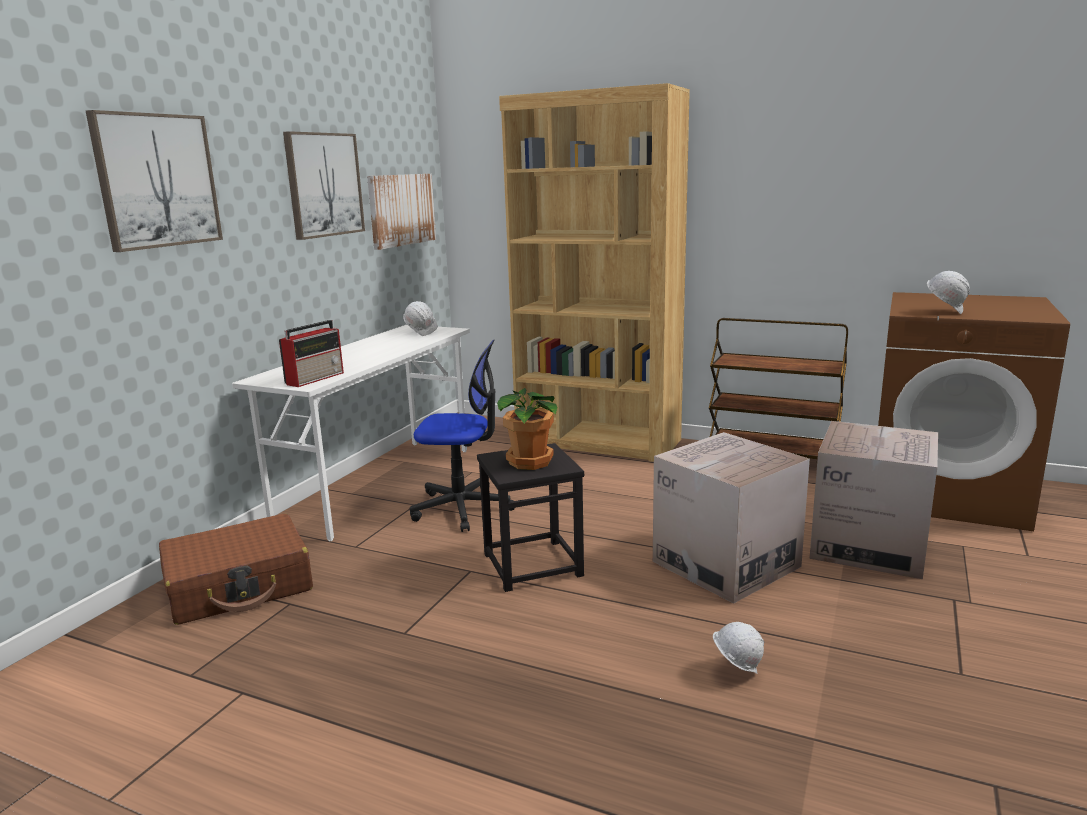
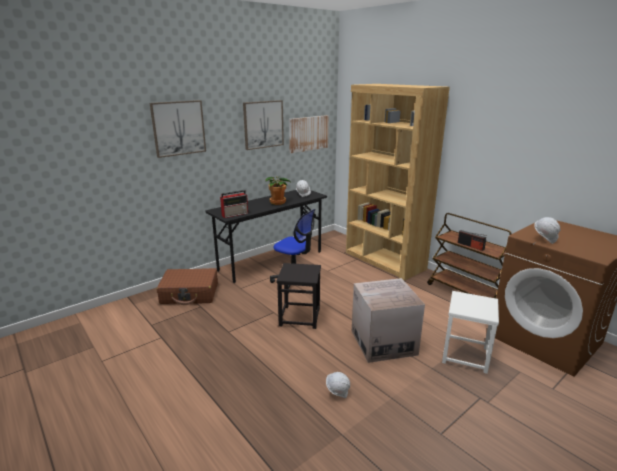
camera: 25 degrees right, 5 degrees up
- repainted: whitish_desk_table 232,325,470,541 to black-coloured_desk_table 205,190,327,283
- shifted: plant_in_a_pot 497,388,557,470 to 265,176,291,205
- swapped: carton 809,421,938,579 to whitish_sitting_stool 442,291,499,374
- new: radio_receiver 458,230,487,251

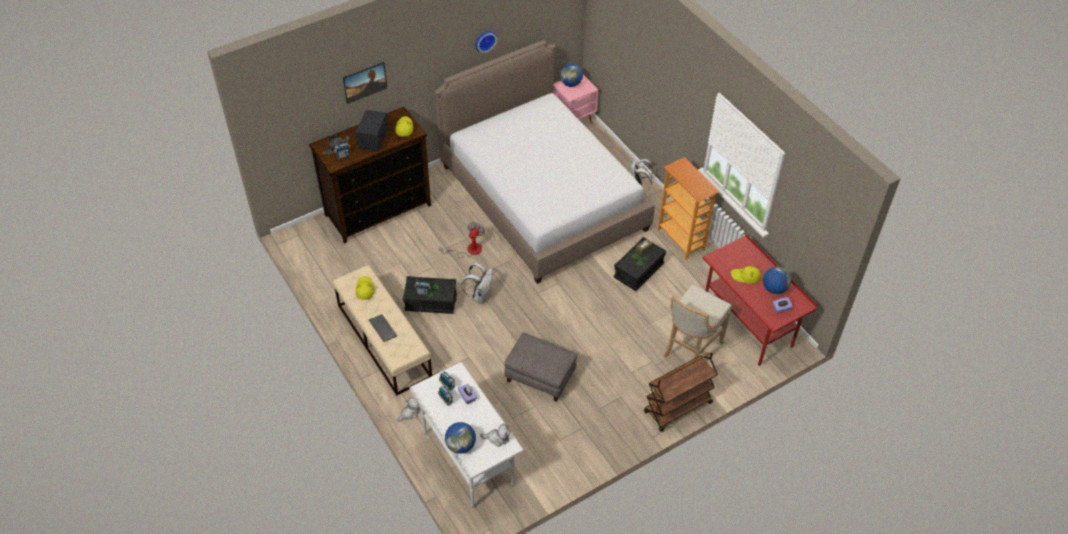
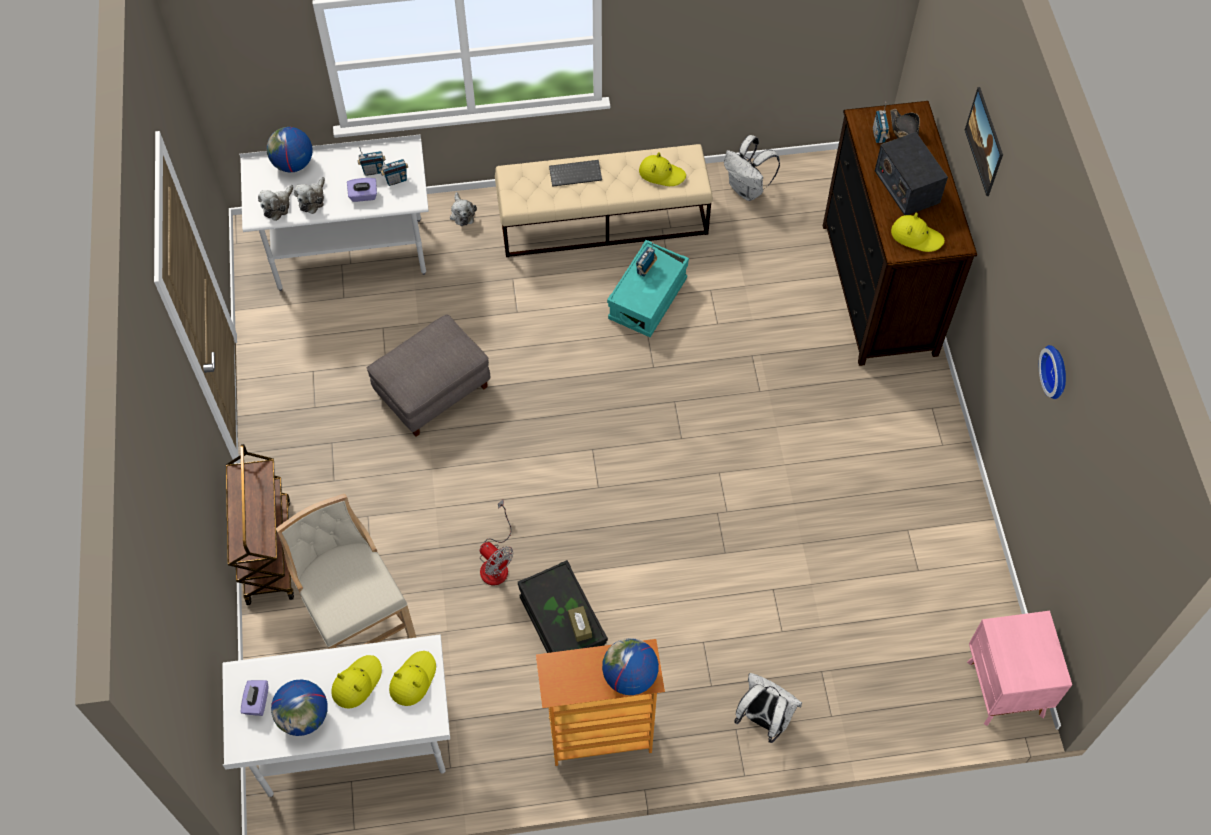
camera: 115 degrees right, 10 degrees up
- repainted: red_desk_table 703,233,818,366 to whitish_desk_table 222,634,450,797
- new: soft_toy 294,177,325,214
- new: yellow_clothing_hat 389,651,436,706
- shifted: fan 439,222,485,258 to 480,500,513,585
- shifted: globe 560,64,583,87 to 602,638,659,695
- repainted: black-coloured_storage_bin 403,276,457,314 to blue-green_storage_bin 607,240,689,337
- shifted: whitish_knapsack 461,263,493,304 to 724,135,780,201
- rotated: radio_receiver 356,109,389,152 = 875,132,948,215 150 degrees counterclockwise
- gone: bedroom_bed 435,40,655,284

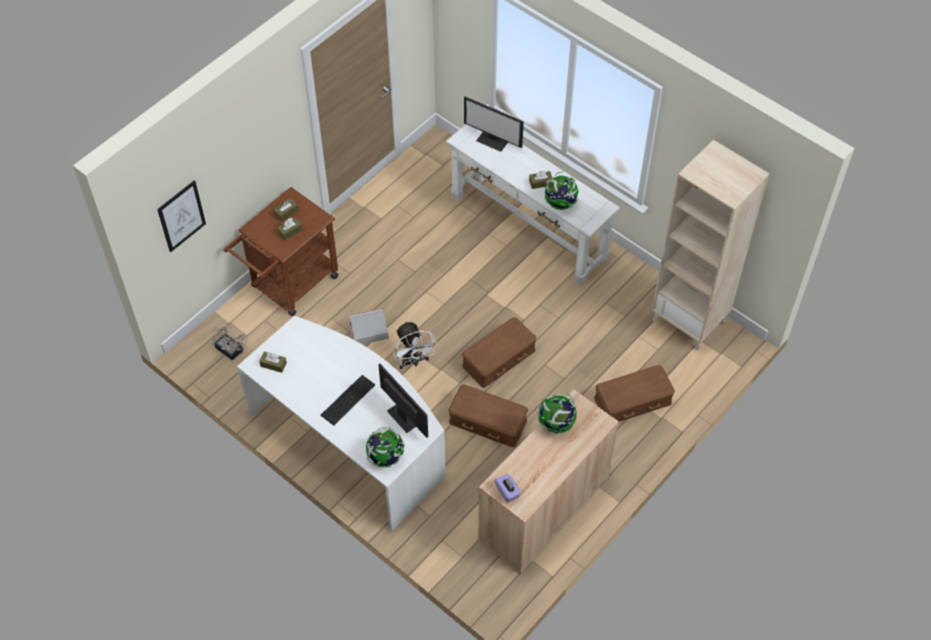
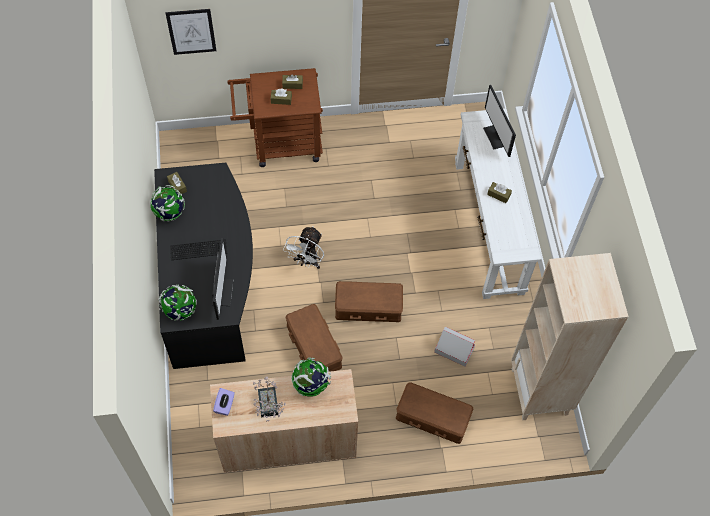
camera: 40 degrees right, 5 degrees up
- shifted: globe 544,171,579,210 to 150,185,185,221
- repainted: whitish_desk_table 237,316,445,531 to black-coloured_desk_table 154,163,253,369
- shifted: plant_in_a_pot 208,326,248,361 to 253,376,286,421
- shifted: carton 349,309,389,344 to 434,327,475,366

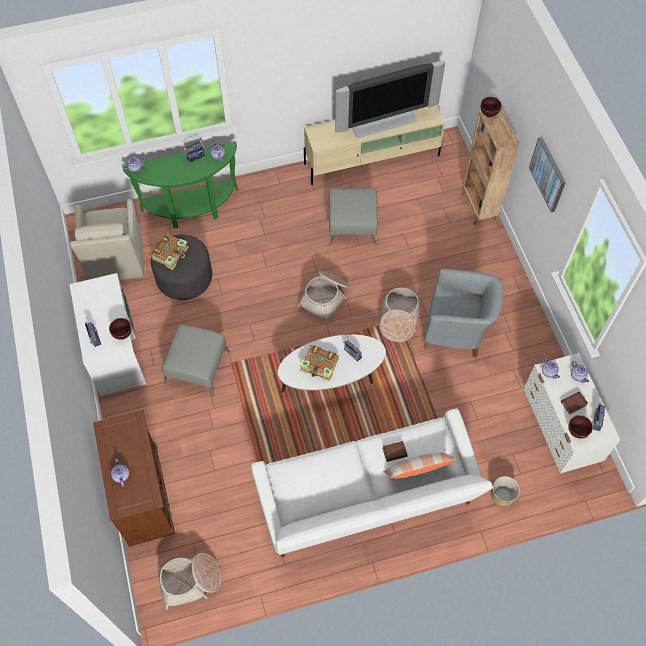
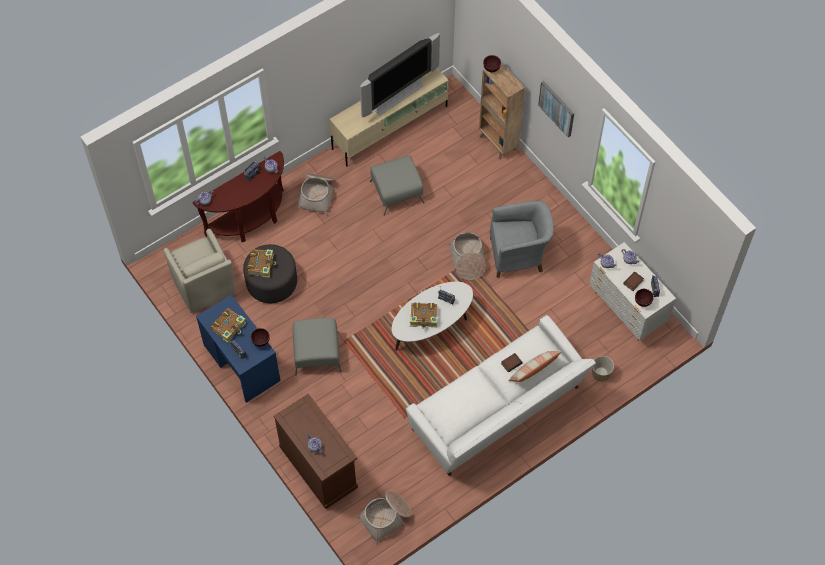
camera: 20 degrees left, 0 degrees up
- repainted: green-coloured_narrow_table 123,141,238,228 to brownish_narrow_table 192,151,284,242
- repainted: whitish_desk_table 69,273,146,396 to blue-coloured_desk_table 196,295,280,403
- new: volume 211,308,246,343
- shifted: basket 297,271,350,324 to 297,173,335,215

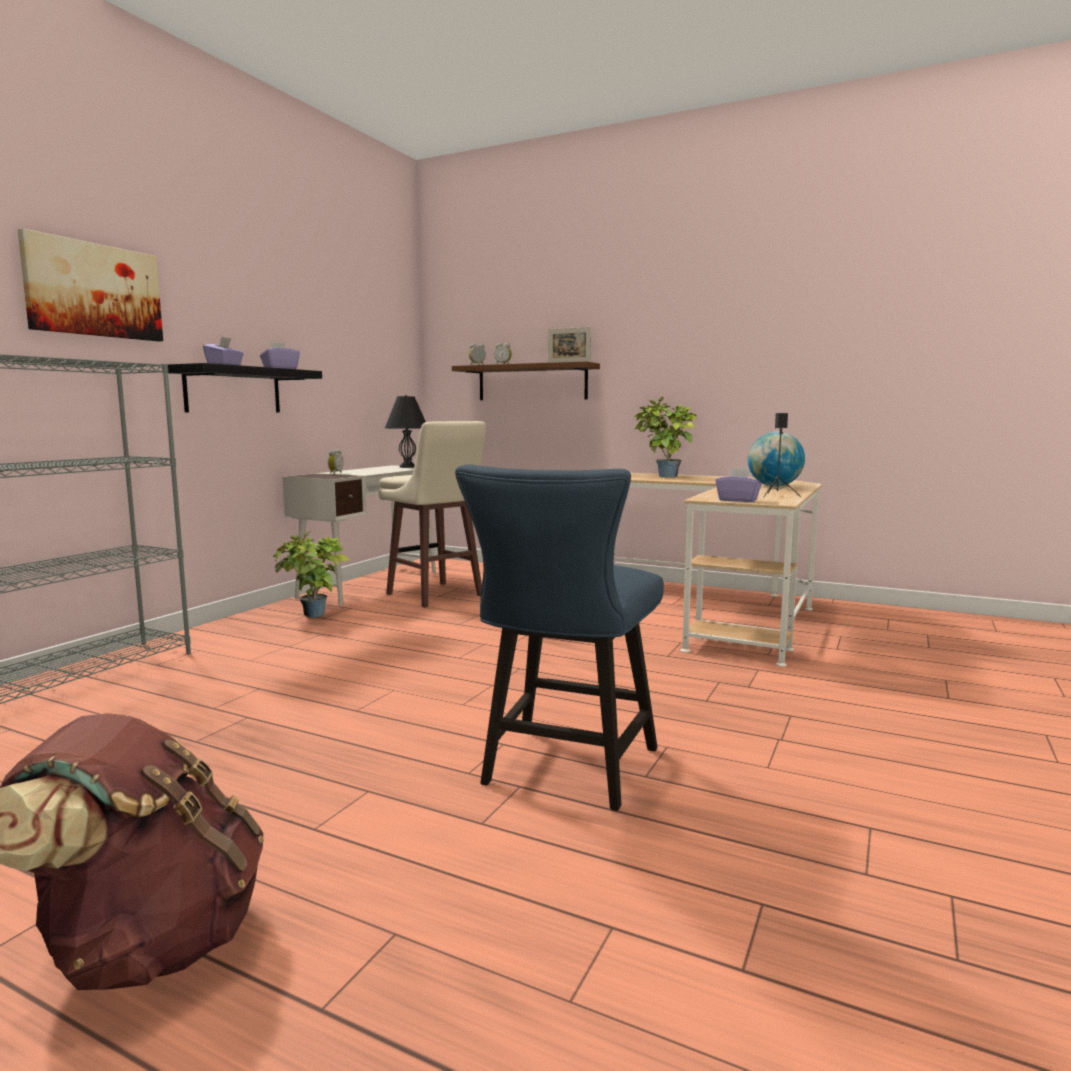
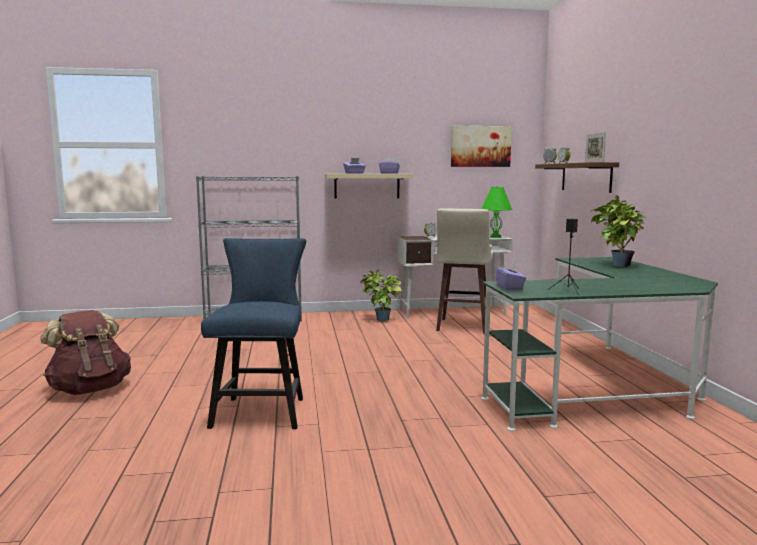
camera: 55 degrees right, 0 degrees up
- rotated: blue-coloured_chair 455,464,664,811 = 201,238,306,429 105 degrees clockwise
- repainted: black-coloured_wall_shelf 168,363,322,413 to sand-coloured_wall_shelf 325,174,414,199
- shifted: picture 17,228,163,341 to 451,126,512,167
- repainted: black-coloured_tabletop_lamp 385,395,426,468 to green-coloured_tabletop_lamp 481,186,512,238
- repainted: sand-coloured_desk_table 613,473,822,667 to green-coloured_desk_table 481,257,718,431
- gone: globe 748,432,805,487

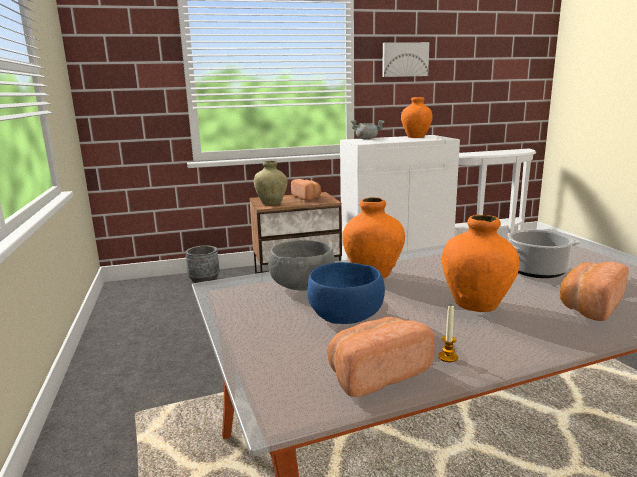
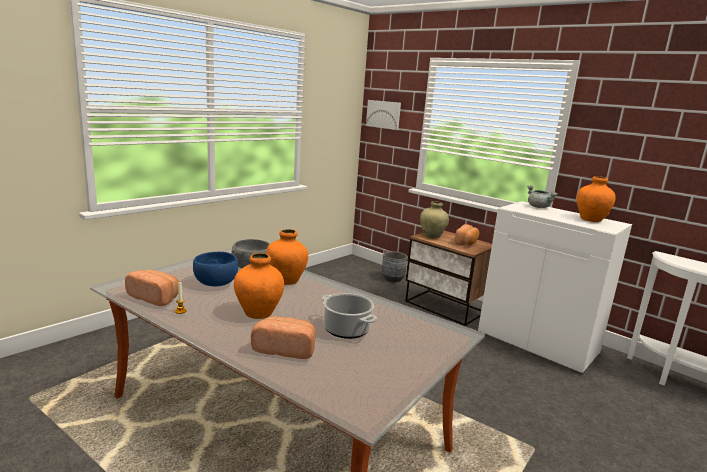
camera: 55 degrees right, 0 degrees up
- shifted: picture 382,42,429,77 to 366,100,401,130

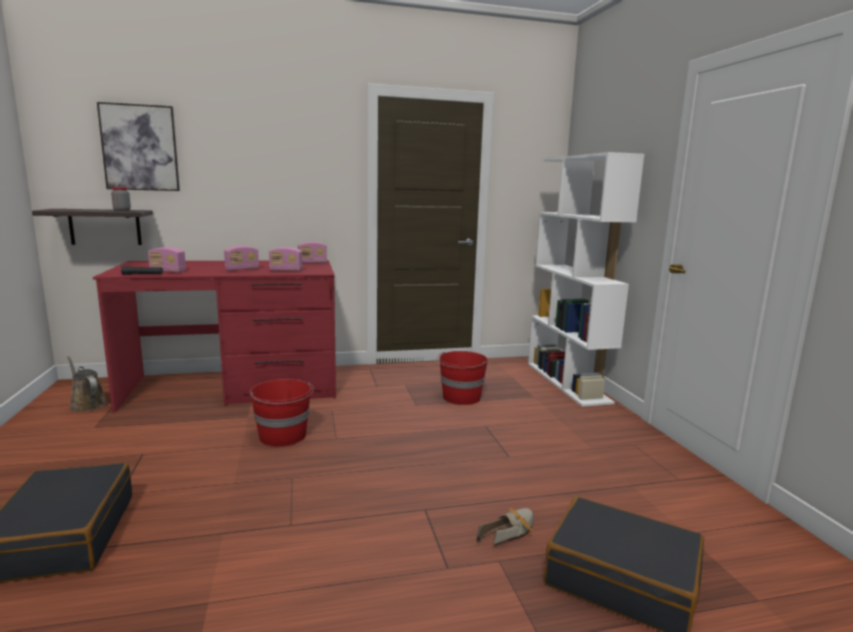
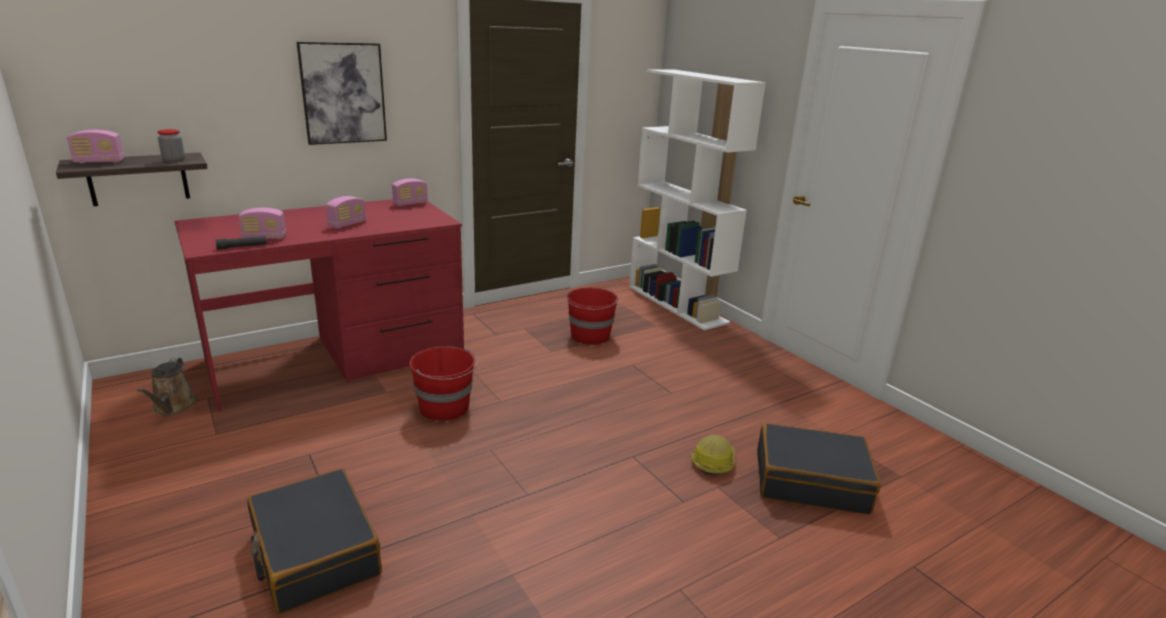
camera: 20 degrees left, 10 degrees up
- shifted: radio_receiver 269,247,302,271 to 67,130,124,163
- rotated: brownish_watering_can 67,356,107,412 = 137,358,197,415 120 degrees counterclockwise
- shifted: picture 97,102,180,191 to 296,42,387,145
- swapped: low_shoe 476,508,534,546 to safety_helmet 691,435,735,475

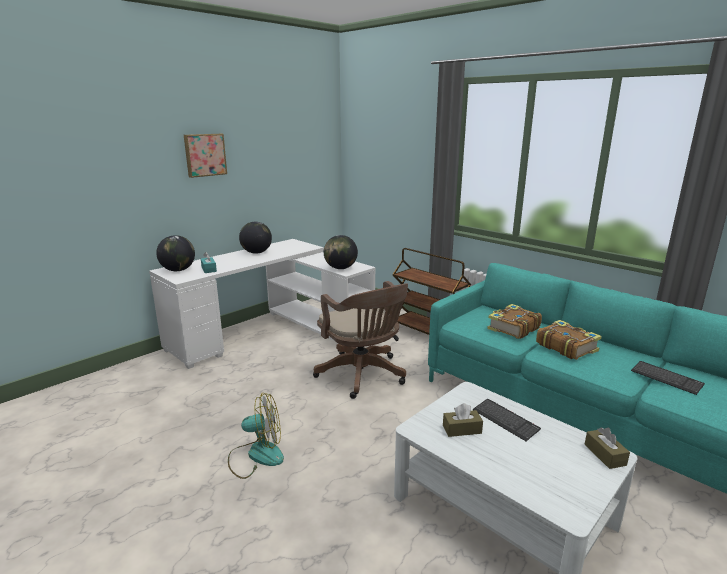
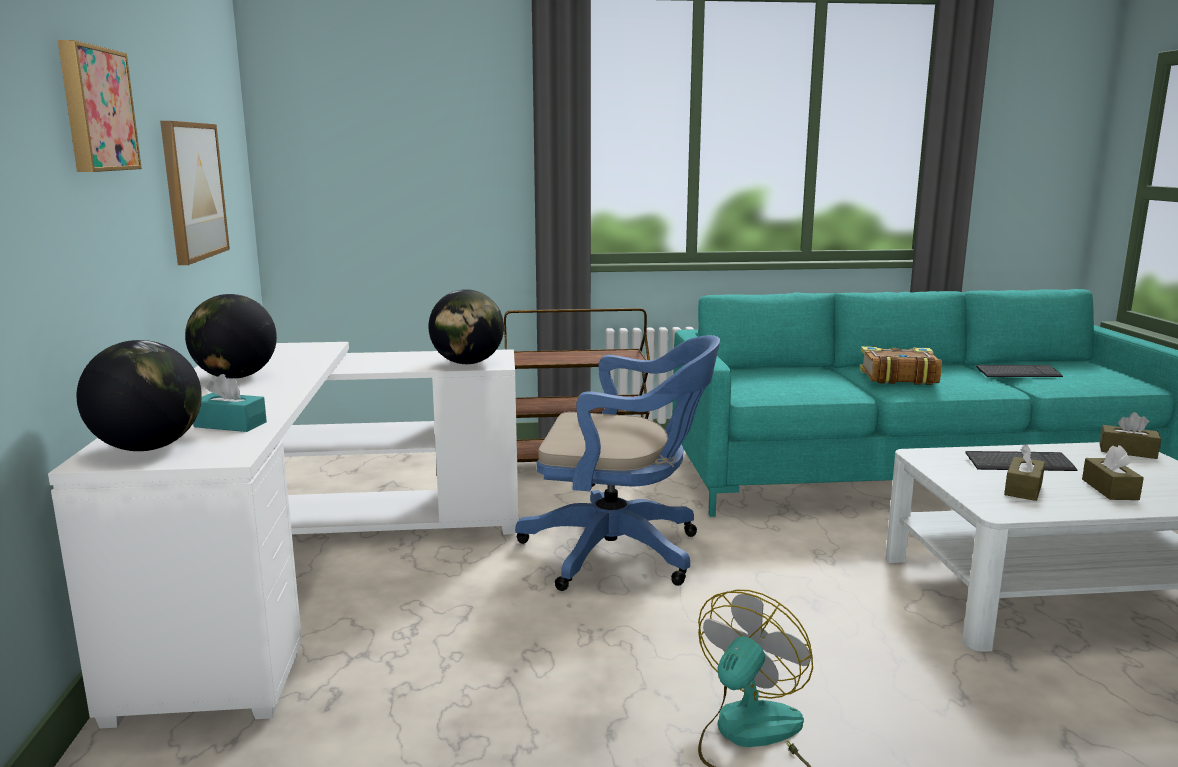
camera: 50 degrees left, 5 degrees down
- new: picture 160,121,230,265
- repainted: brownish_desk_chair 313,281,408,399 to blue-coloured_desk_chair 515,335,720,591
- new: brownish_box_of_tissues 1082,445,1144,500
- gone: volume 487,304,542,339

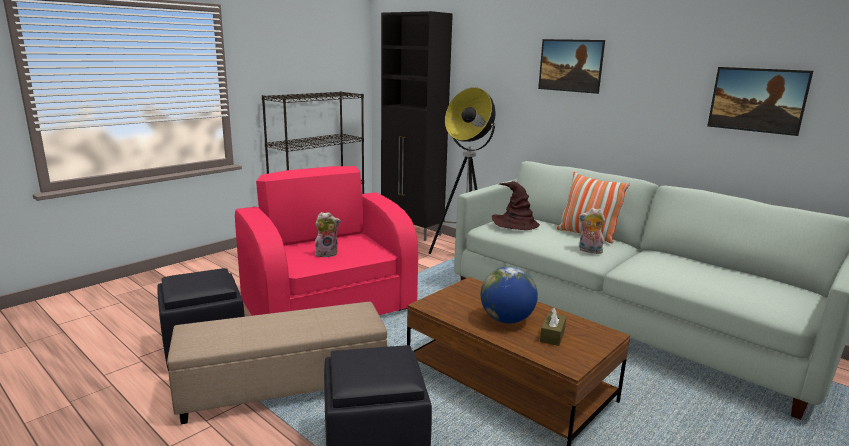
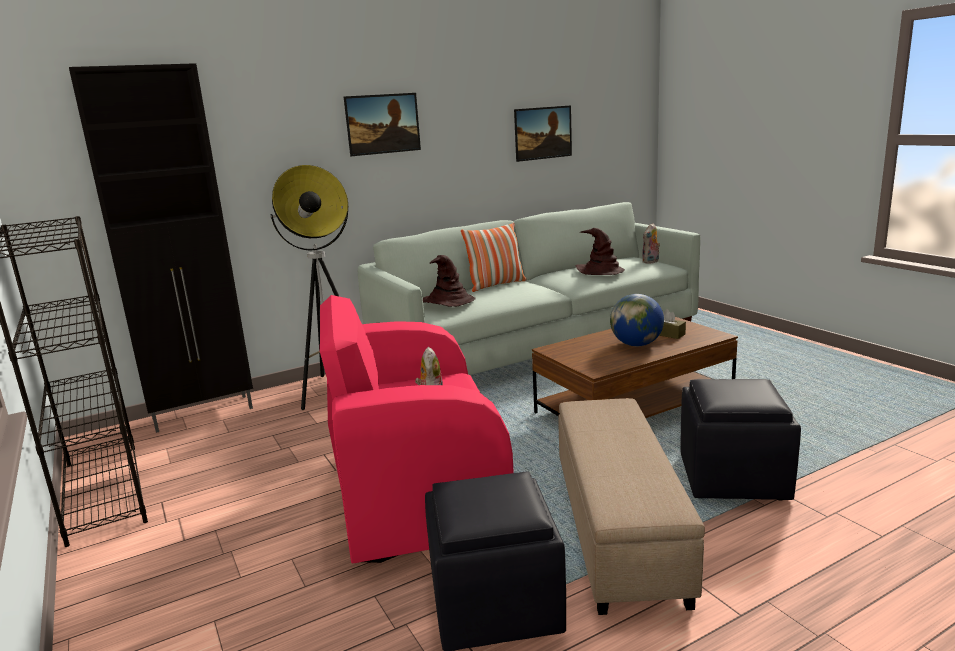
camera: 70 degrees left, 0 degrees up
- new: brownish_clothing_hat 576,228,625,275
- shifted: soft_toy 579,208,605,254 to 642,223,660,264

